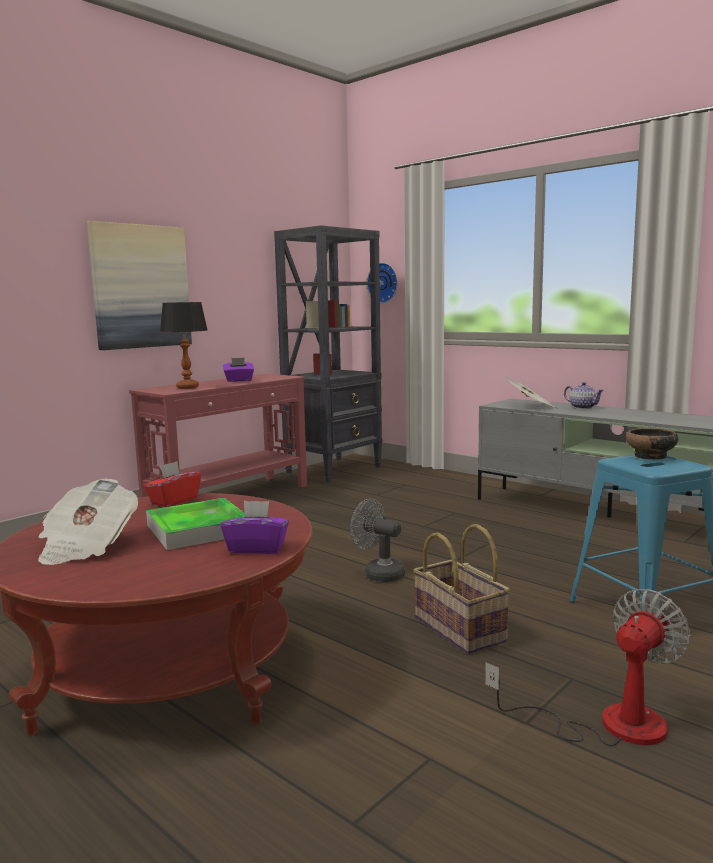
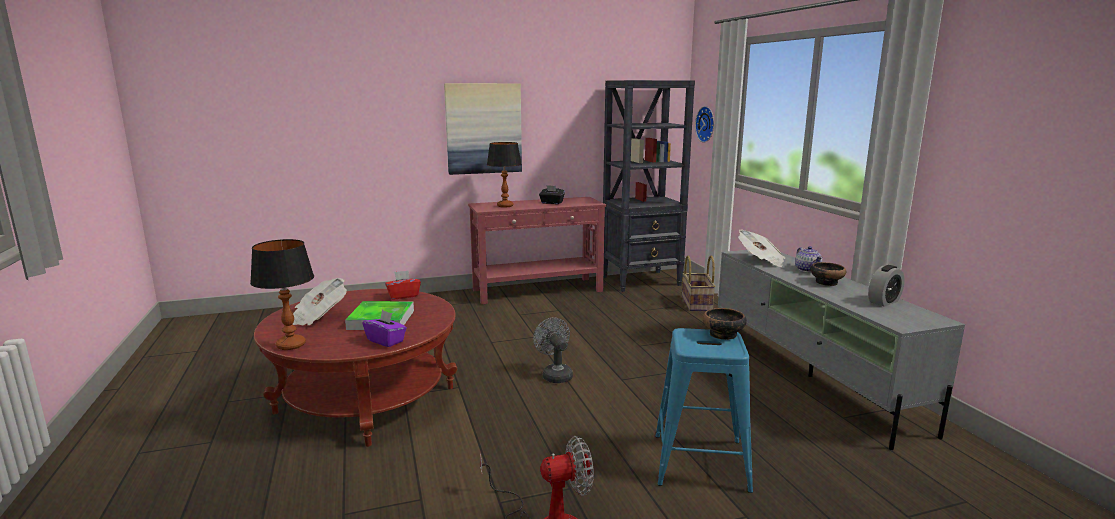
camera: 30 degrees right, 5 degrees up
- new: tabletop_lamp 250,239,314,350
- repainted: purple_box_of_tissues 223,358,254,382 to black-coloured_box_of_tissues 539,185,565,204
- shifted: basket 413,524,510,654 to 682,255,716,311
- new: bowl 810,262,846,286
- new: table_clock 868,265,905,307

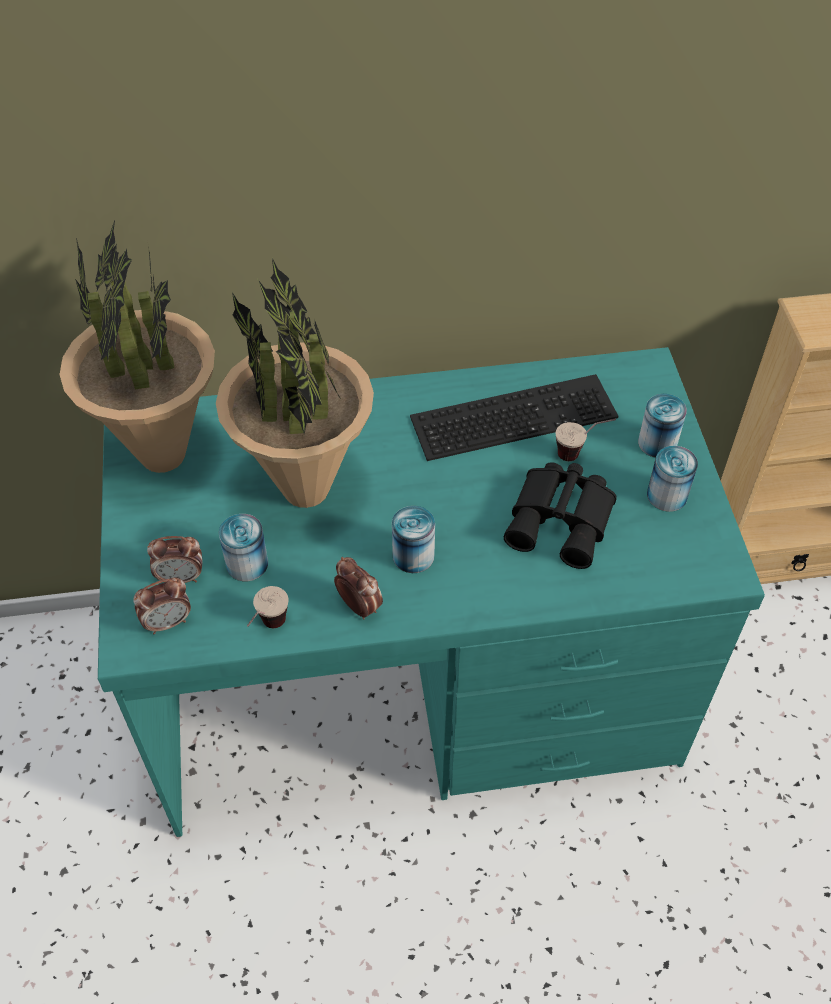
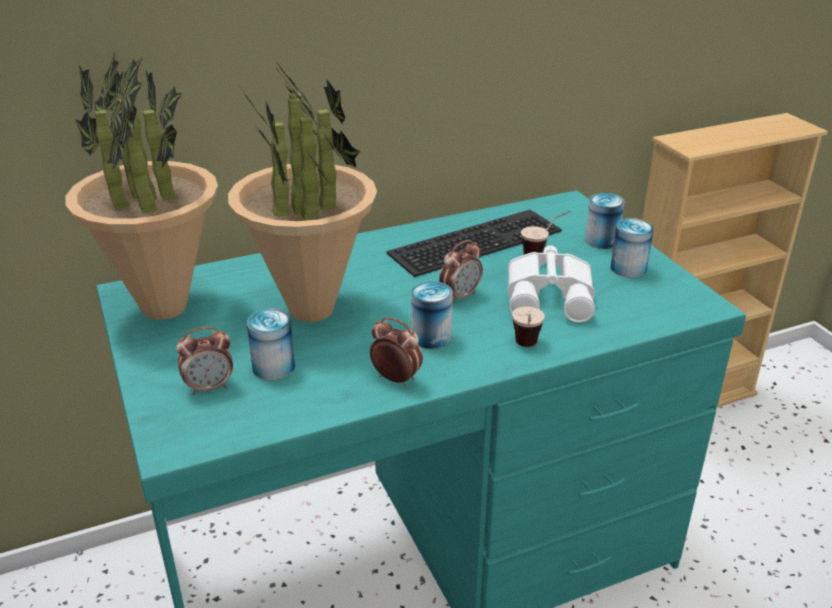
camera: 15 degrees left, 20 degrees down
- shifted: table_clock 133,577,191,634 to 439,240,483,303
- repainted: black-coloured_pair_of_binoculars 504,462,617,569 to whitish_pair_of_binoculars 507,246,595,323
- shifted: drinking_cup 247,586,289,628 to 512,306,545,347

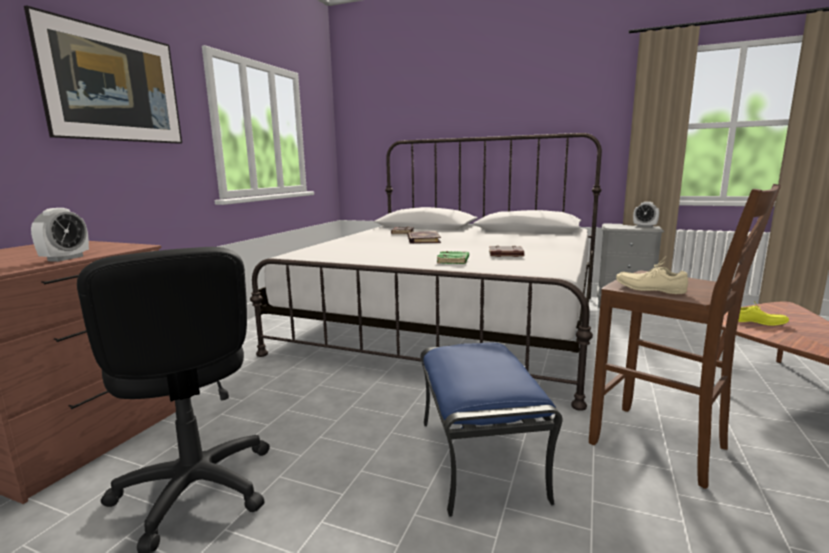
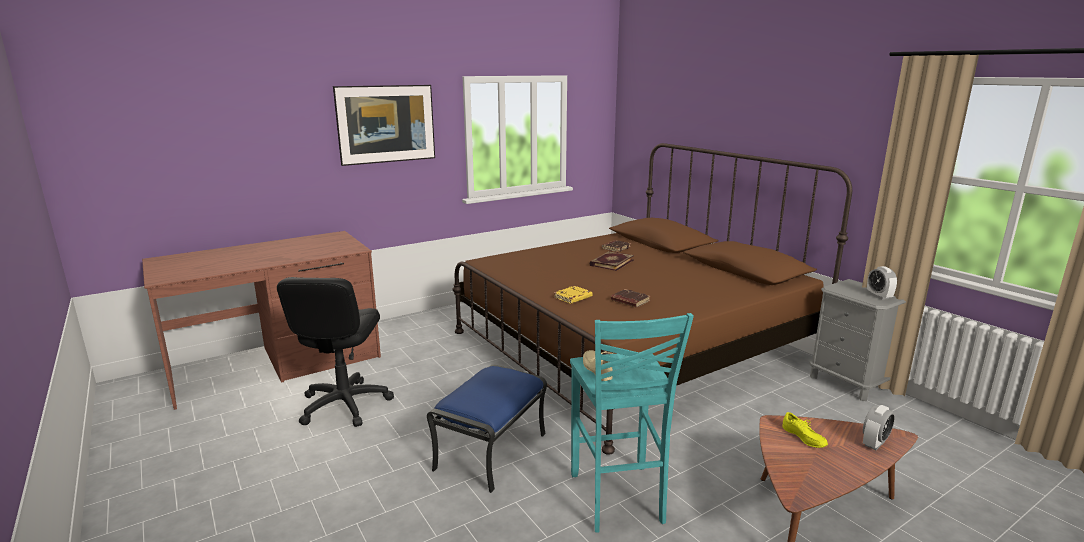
camera: 35 degrees right, 5 degrees up
- repainted: whitish_bedroom_bed 250,133,602,411 to brownish_bedroom_bed 452,143,852,455
- repainted: green-coloured_volume 437,251,469,264 to yellow_volume 554,286,593,304
- repainted: brownish_sitting_stool 589,184,781,489 to blue-green_sitting_stool 570,313,694,533
- shifted: table_clock 31,208,89,262 to 863,405,895,450

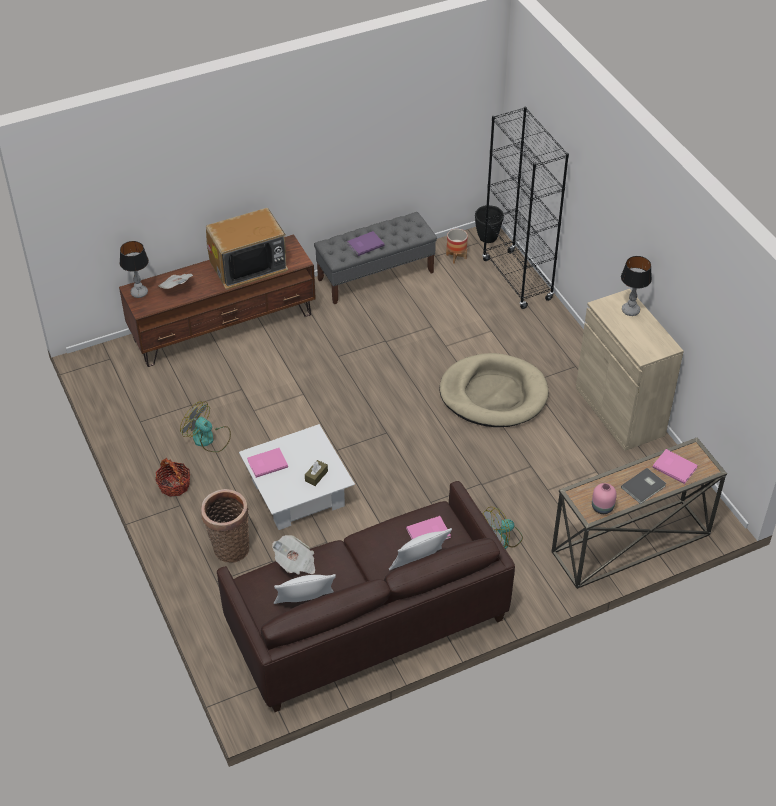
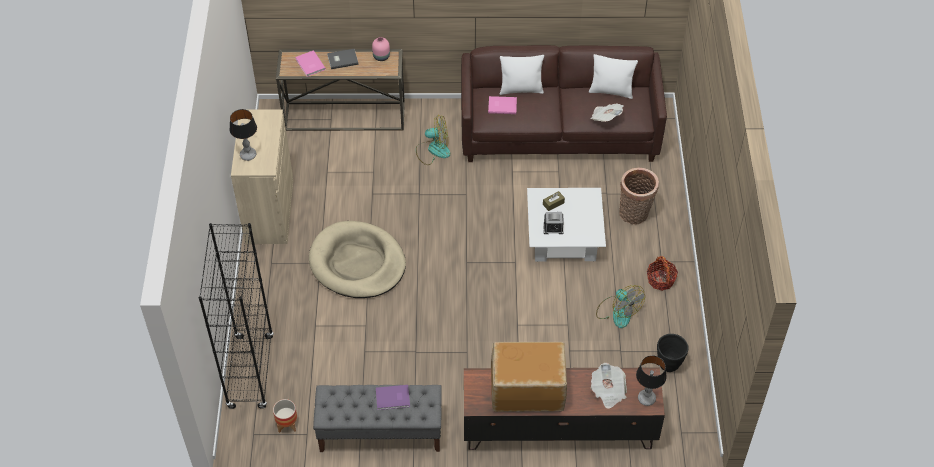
camera: 155 degrees left, 5 degrees up
- new: table_clock 543,212,564,234
- shifted: black-coloured_planter 475,205,504,243 to 657,334,689,372
- gone: pink_volume 247,448,288,478

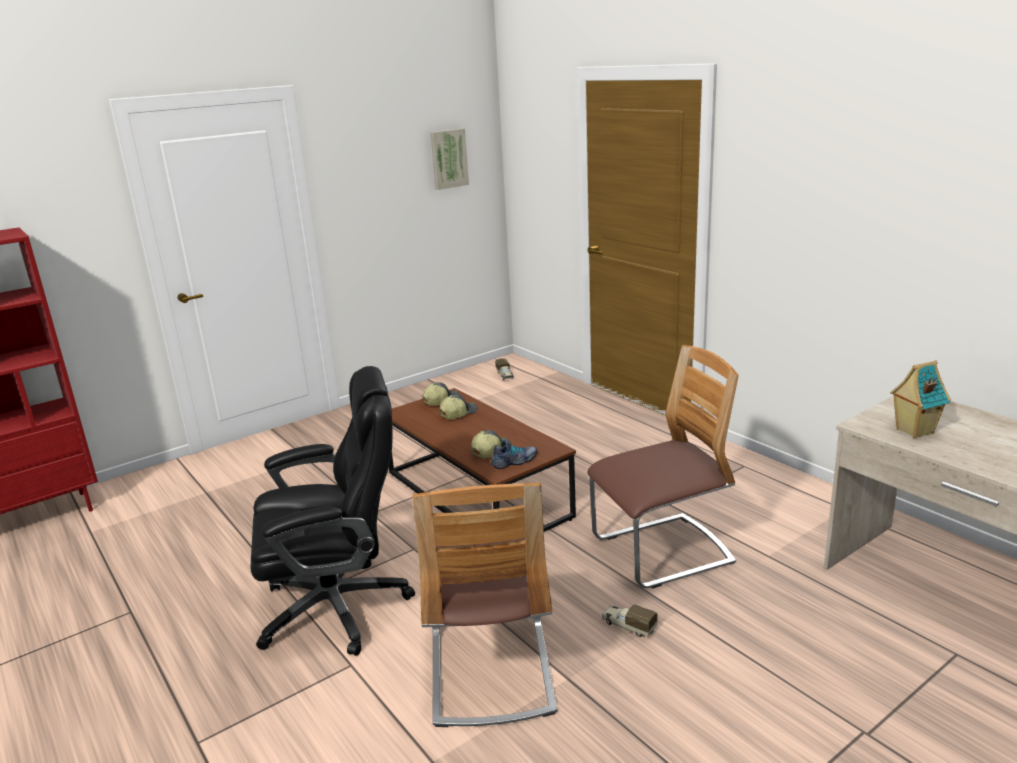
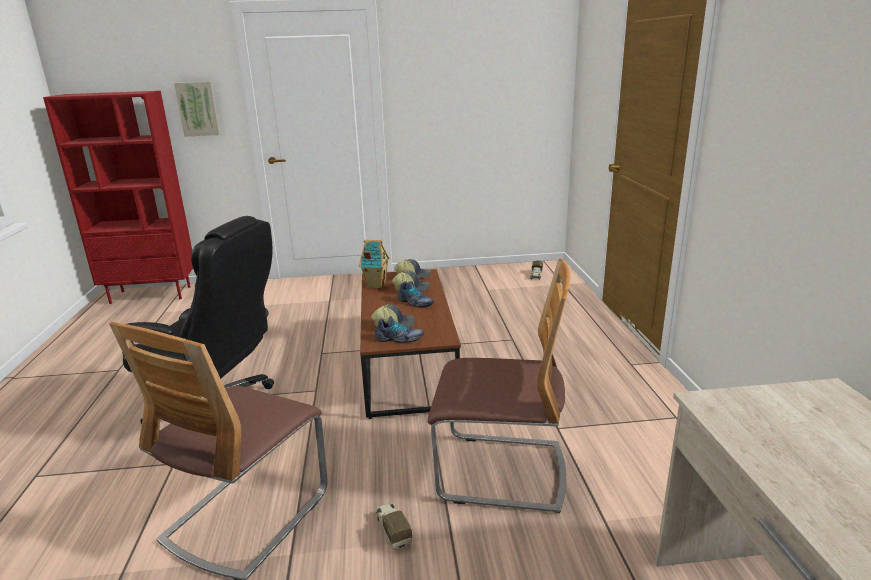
camera: 30 degrees right, 0 degrees up
- shifted: picture 430,128,469,190 to 174,82,220,137
- shifted: miniature_house 890,360,951,439 to 359,240,390,289
- new: low_shoe 398,281,434,308

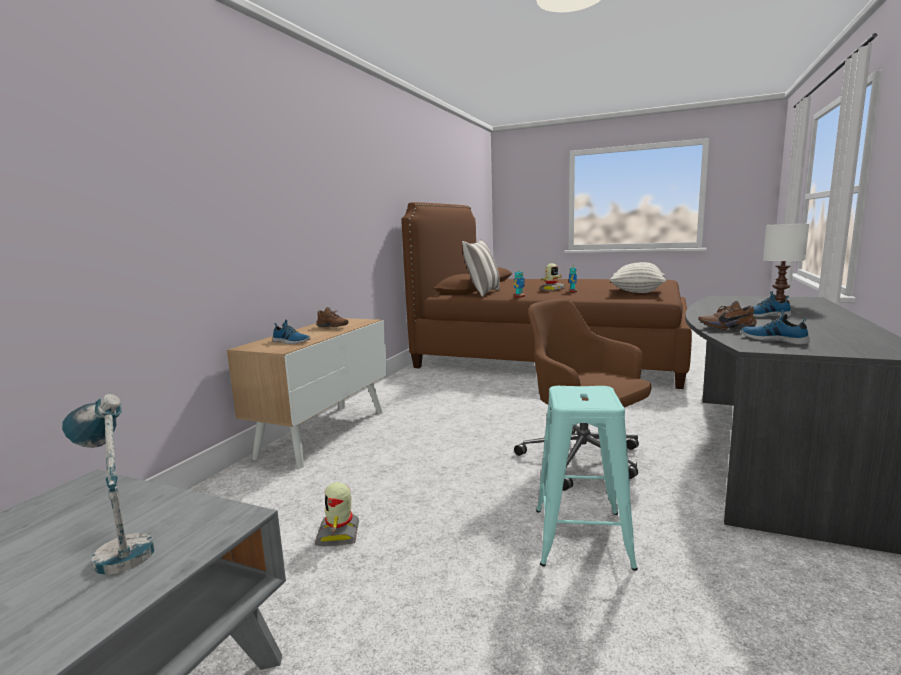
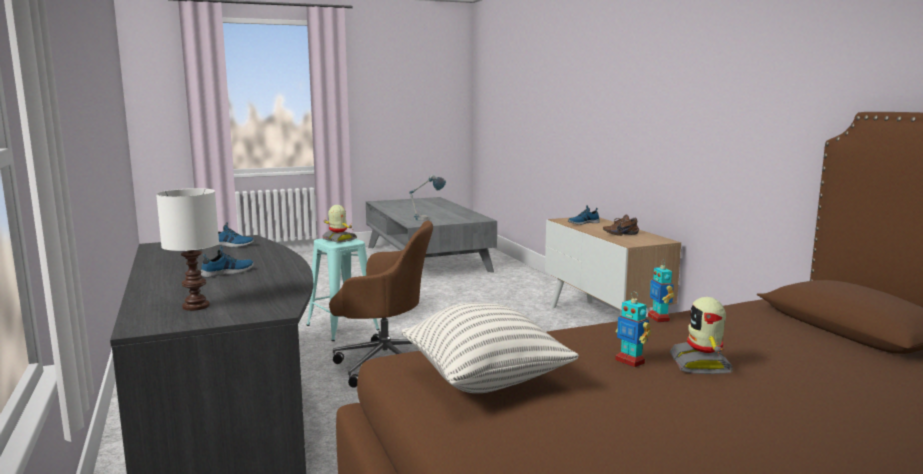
camera: 135 degrees right, 0 degrees up
- shifted: robot_figure 315,482,359,546 to 322,205,357,242
- gone: pillow 462,239,500,297
- gone: brownish_low_shoe 698,301,757,330

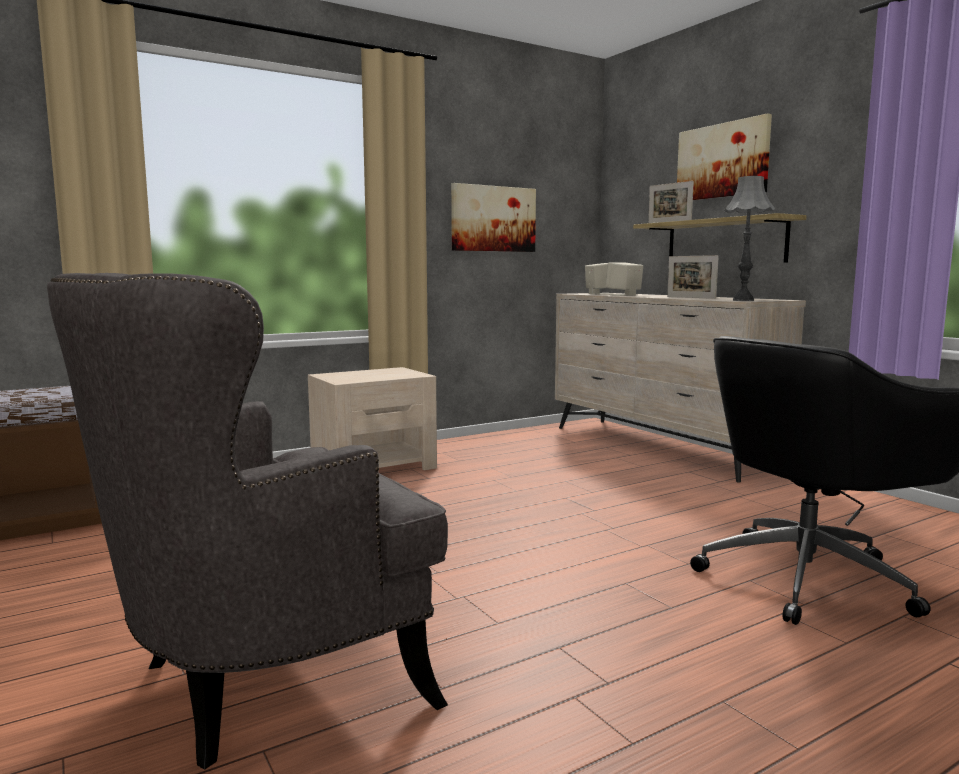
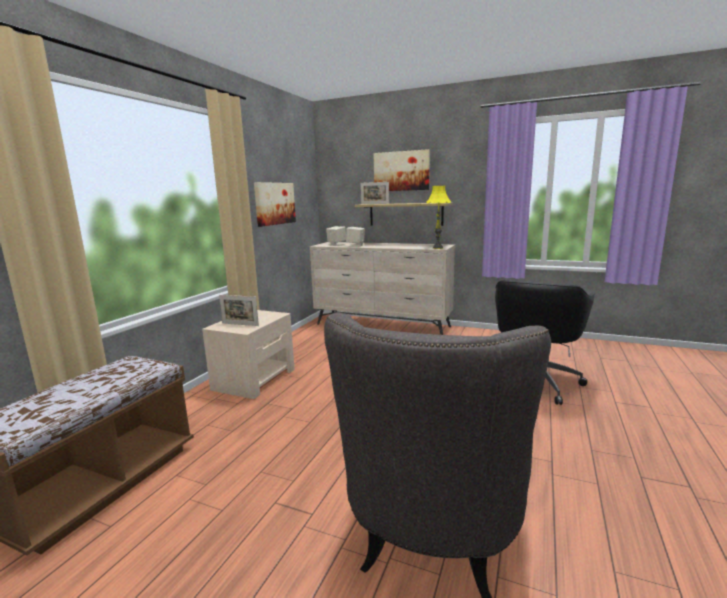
camera: 35 degrees left, 5 degrees up
- shifted: photo_frame 667,255,719,299 to 219,295,259,326
- repainted: gray_tabletop_lamp 724,176,775,301 to yellow_tabletop_lamp 426,186,451,249

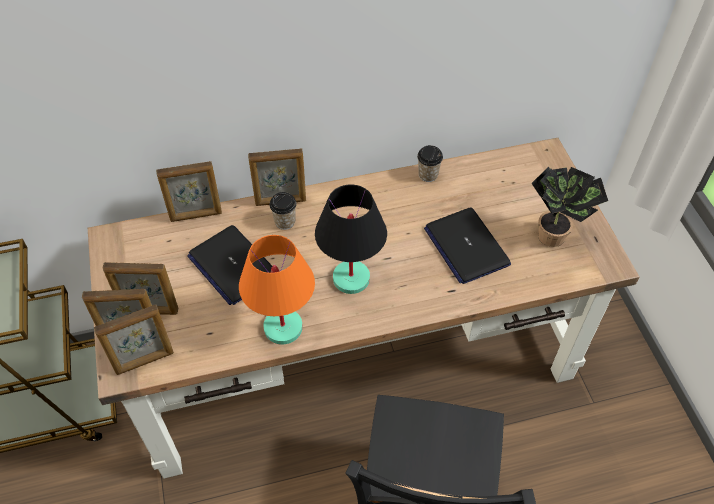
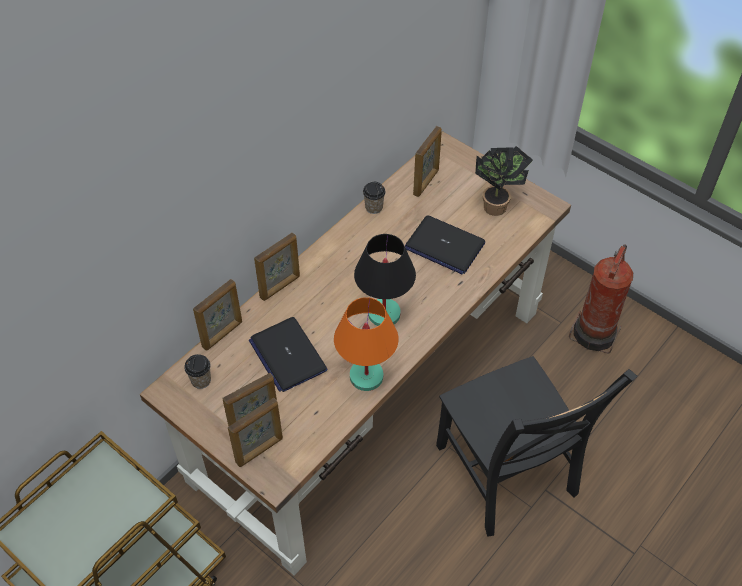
camera: 35 degrees left, 0 degrees up
- shifted: drinking_cup 269,192,297,230 to 184,354,211,389
- rotated: laptop 187,225,272,305 = 249,317,328,392 45 degrees clockwise
- shifted: photo_frame 94,305,174,375 to 413,126,442,197
- new: fire-fighting_cylinder 569,245,633,354

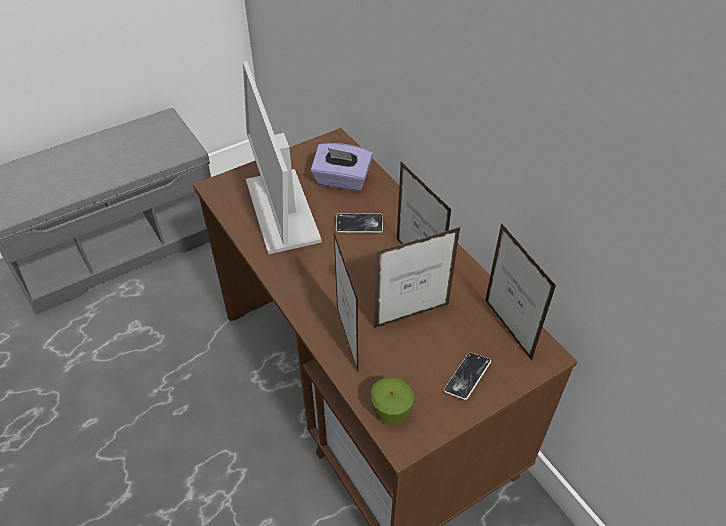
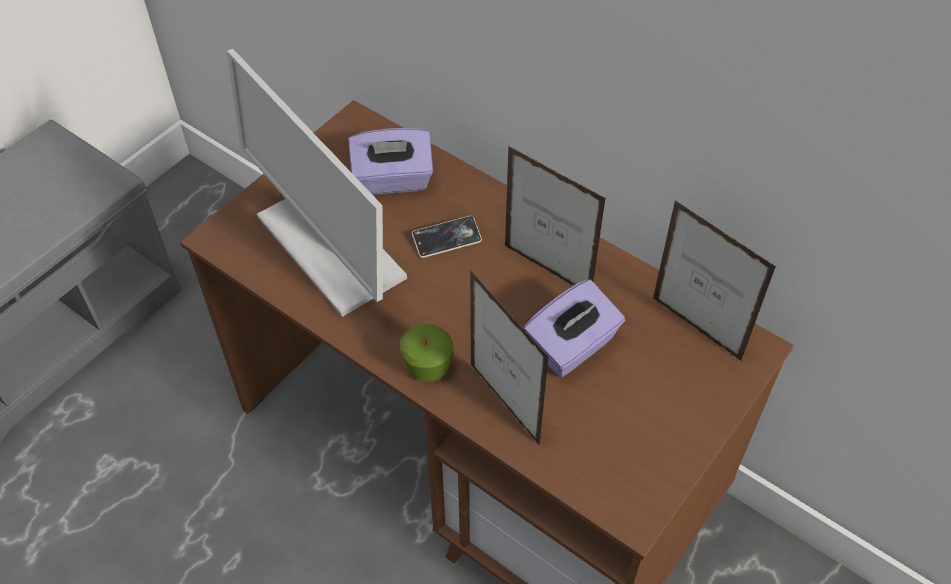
camera: 20 degrees left, 5 degrees up
- shifted: apple 371,377,414,424 to 400,324,454,382
- swapped: photo_frame 374,227,460,328 to purple_box_of_tissues 523,279,625,377
- gone: handset 444,353,491,400

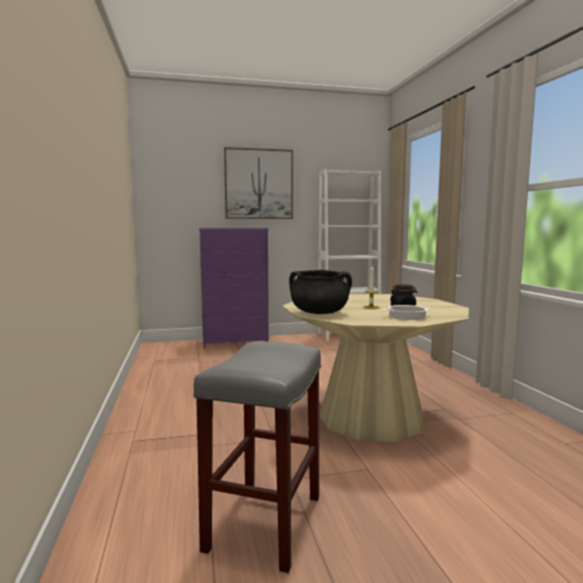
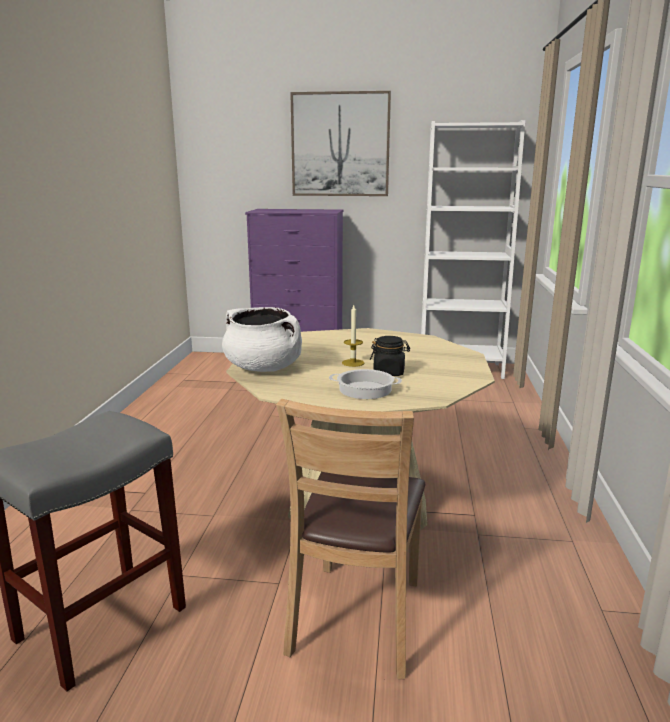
camera: 20 degrees right, 10 degrees up
- repainted: black-coloured_cooking_pot 289,270,352,314 to whitish_cooking_pot 222,307,302,372
- new: brownish_chair 276,399,425,679

